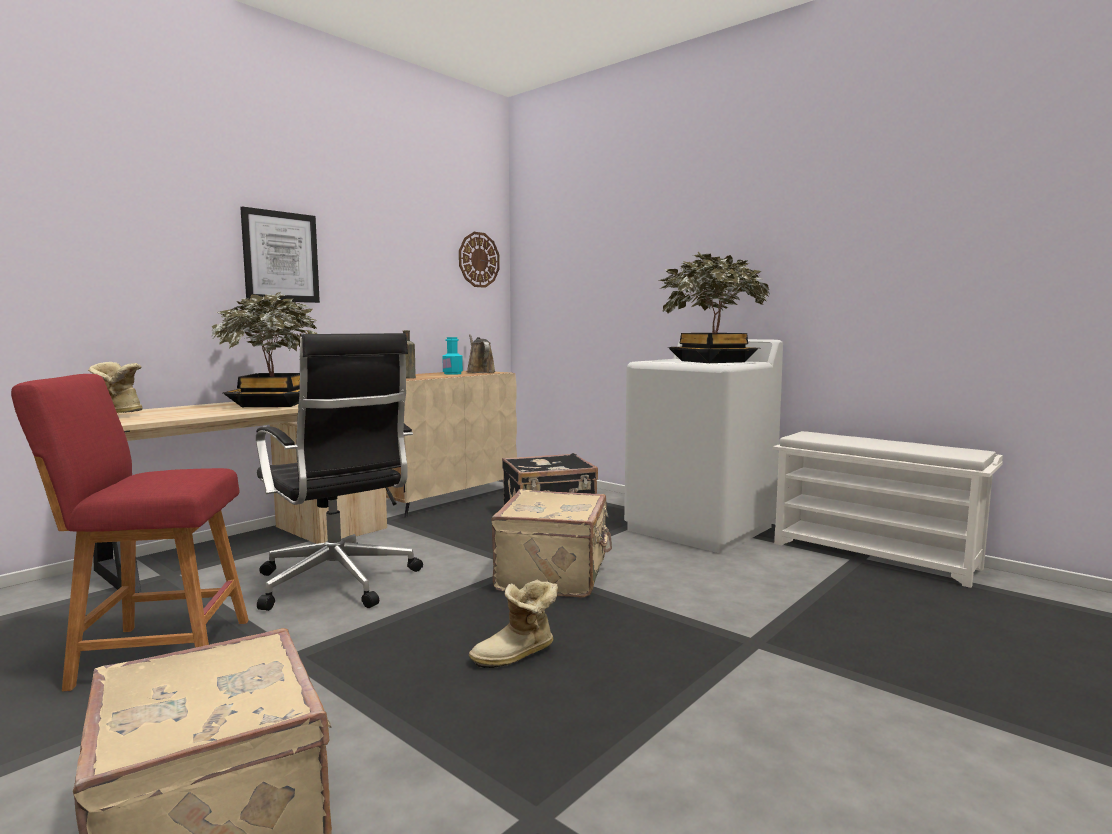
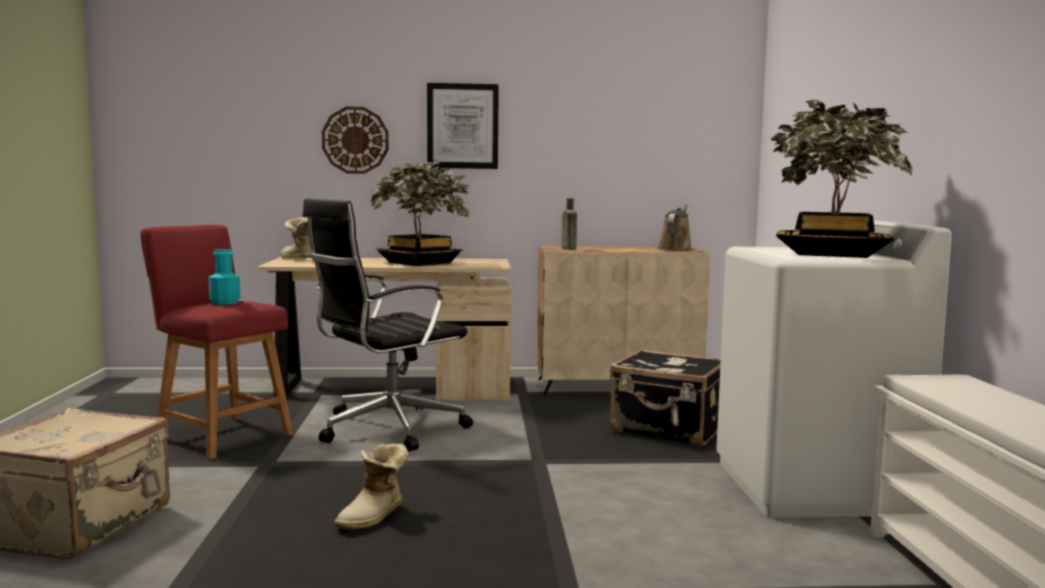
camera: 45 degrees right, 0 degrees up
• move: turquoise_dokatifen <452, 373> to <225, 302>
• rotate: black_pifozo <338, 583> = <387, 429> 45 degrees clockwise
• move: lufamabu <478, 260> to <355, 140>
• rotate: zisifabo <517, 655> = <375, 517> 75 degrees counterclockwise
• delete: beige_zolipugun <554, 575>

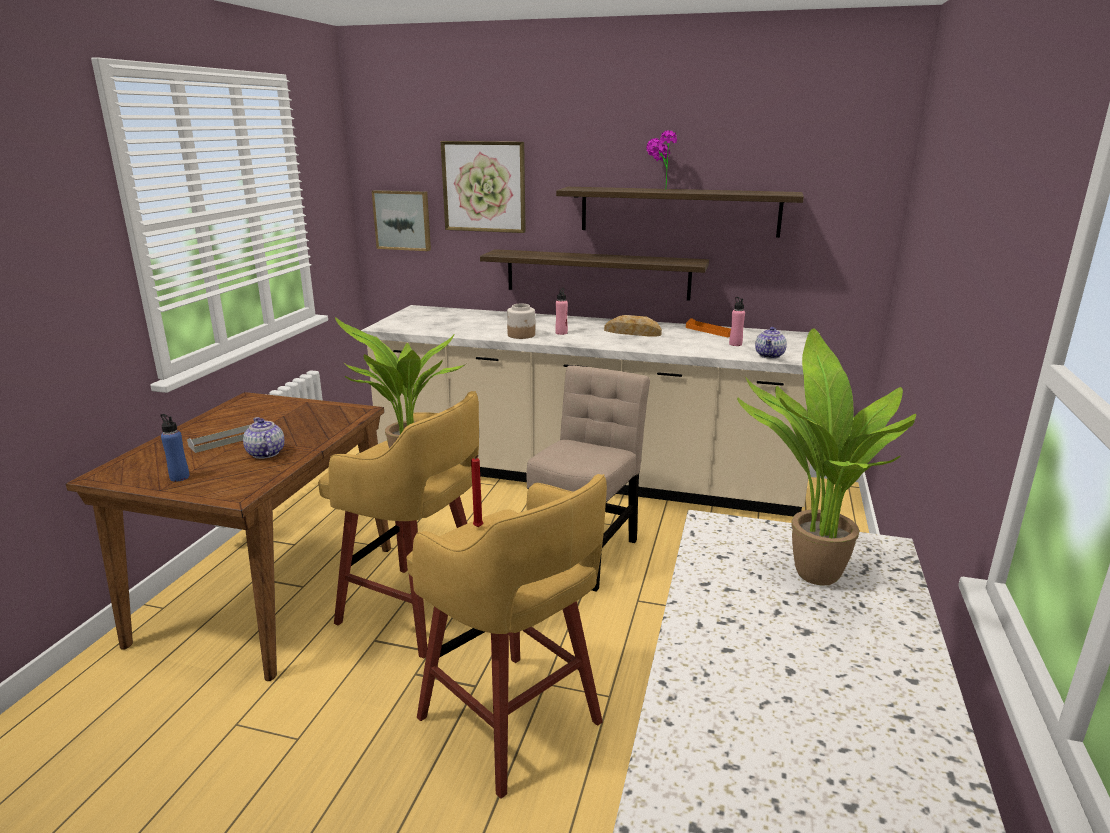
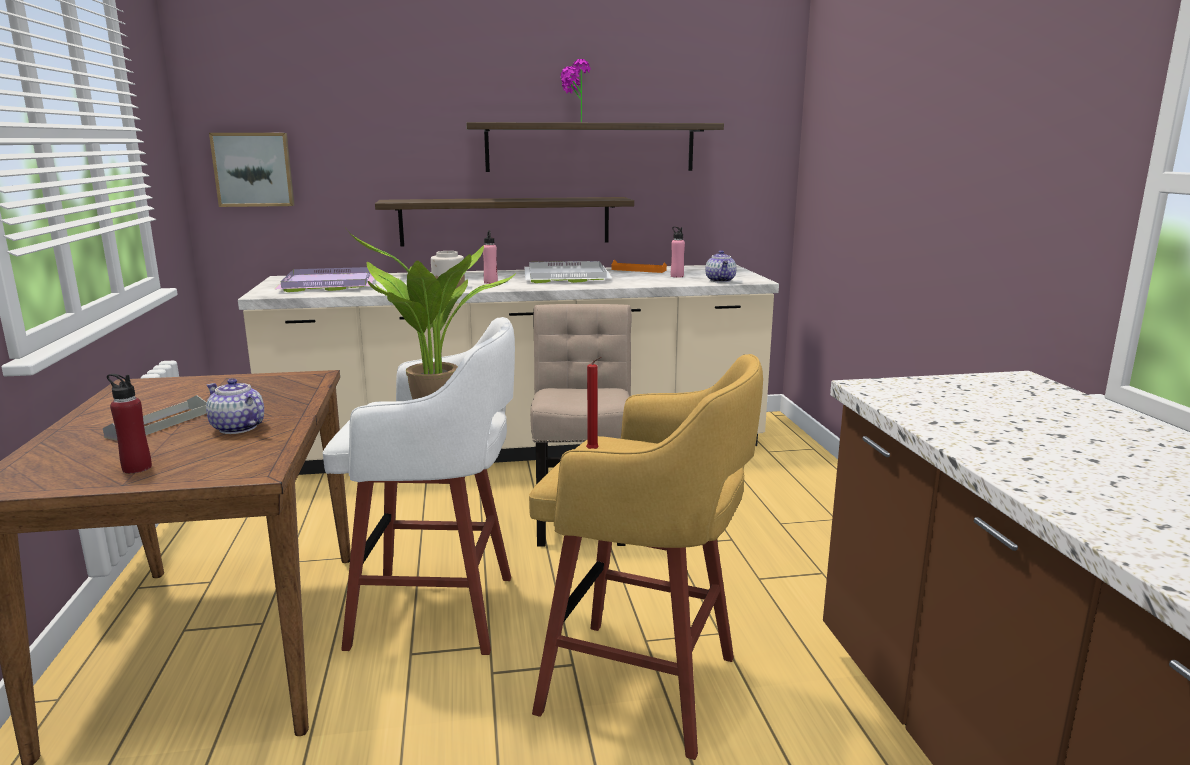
camera: 25 degrees left, 5 degrees down
• recolor: blue_dokatifen <179, 477> to red_dokatifen <137, 468>
• insert: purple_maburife <330, 283>
• recolor: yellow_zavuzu <416, 611> to white_zavuzu <439, 612>
• replace: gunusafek <632, 332> to white_maburife <565, 276>
• delete: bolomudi <484, 187>
• delete: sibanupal <808, 574>

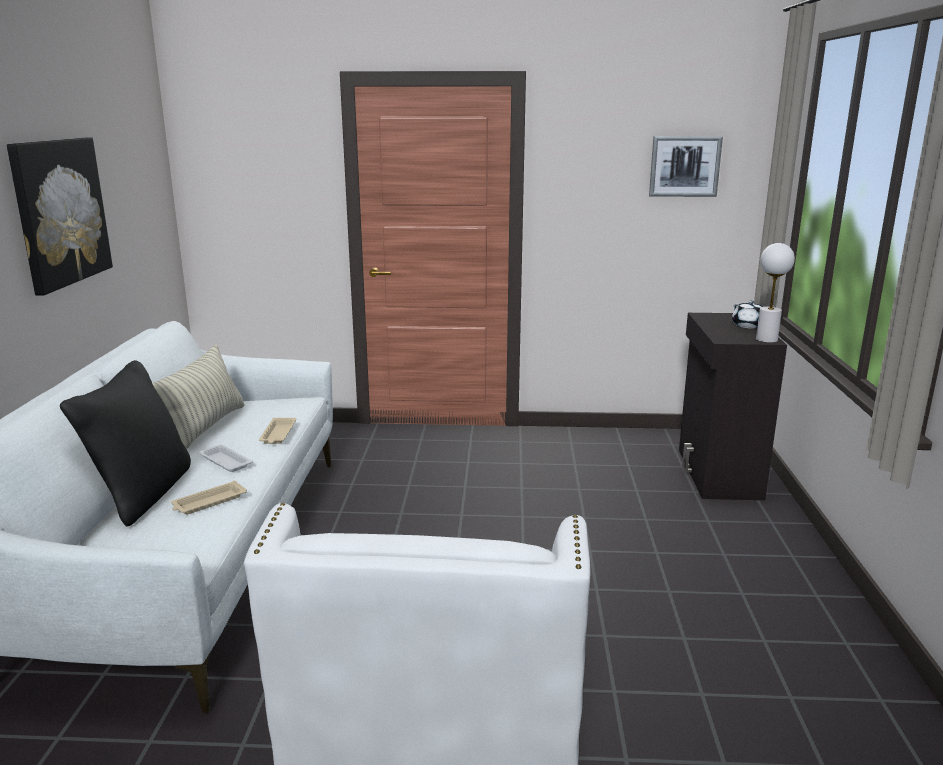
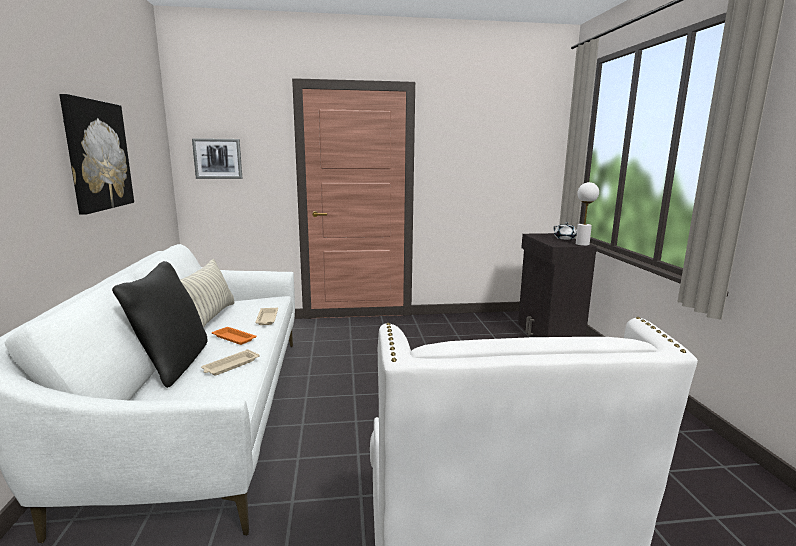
camera: 10 degrees left, 5 degrees down
• move: bolomudi <684, 166> to <218, 158>
• recolor: white_maburife <225, 461> to orange_maburife <233, 338>

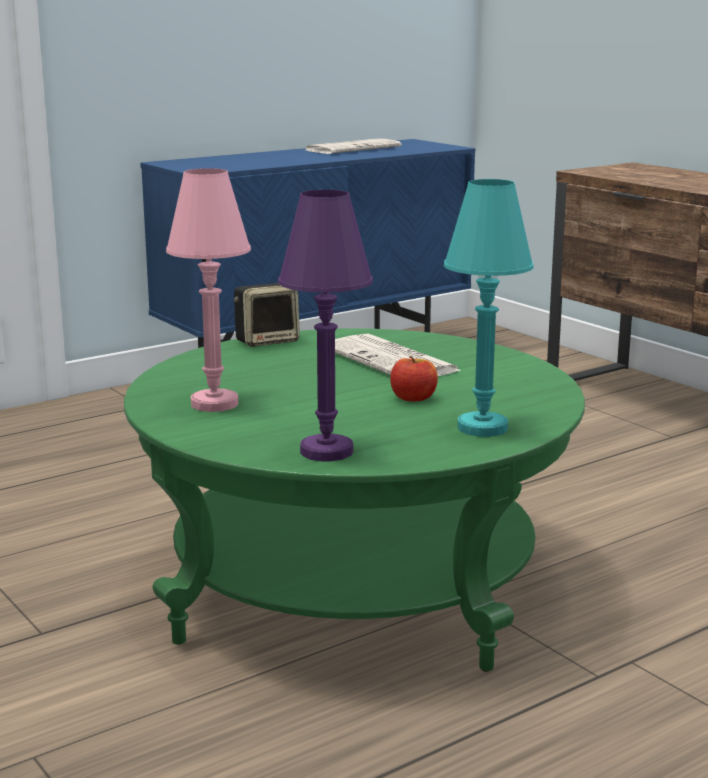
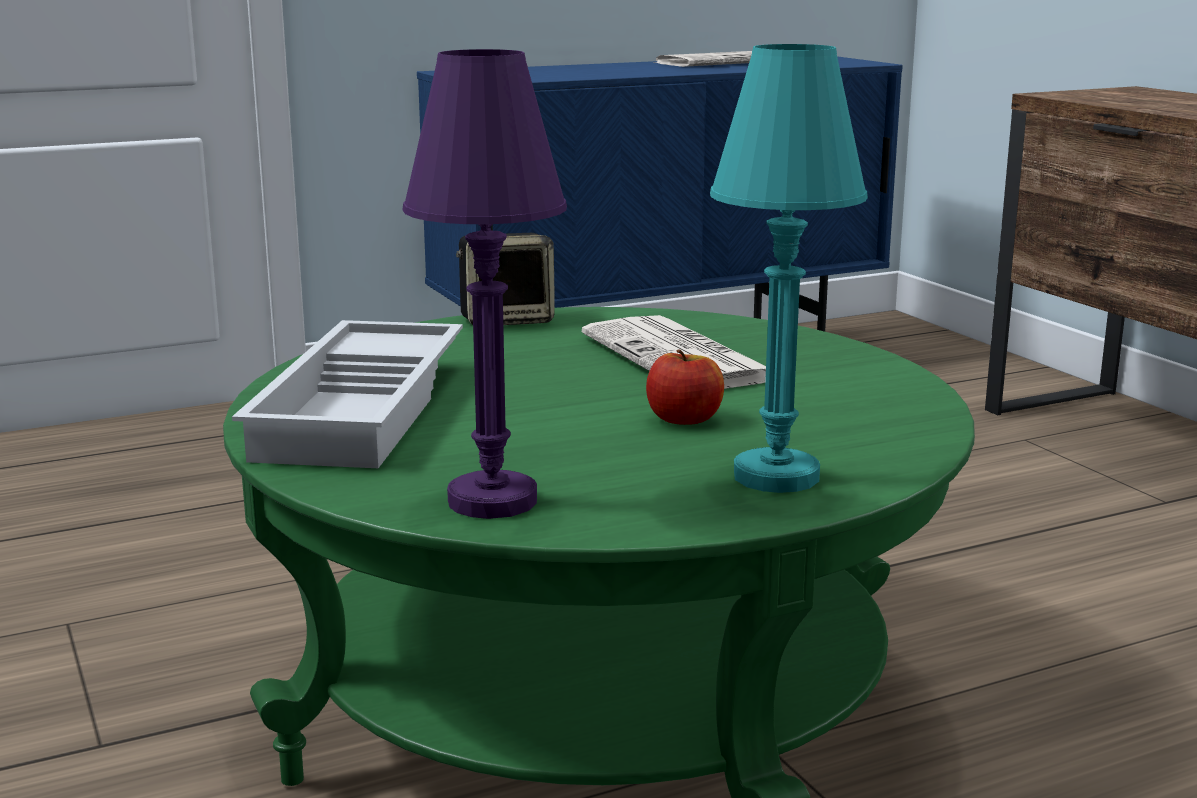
camera: 10 degrees right, 0 degrees up
• replace: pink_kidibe <214, 404> to white_maburife <365, 410>

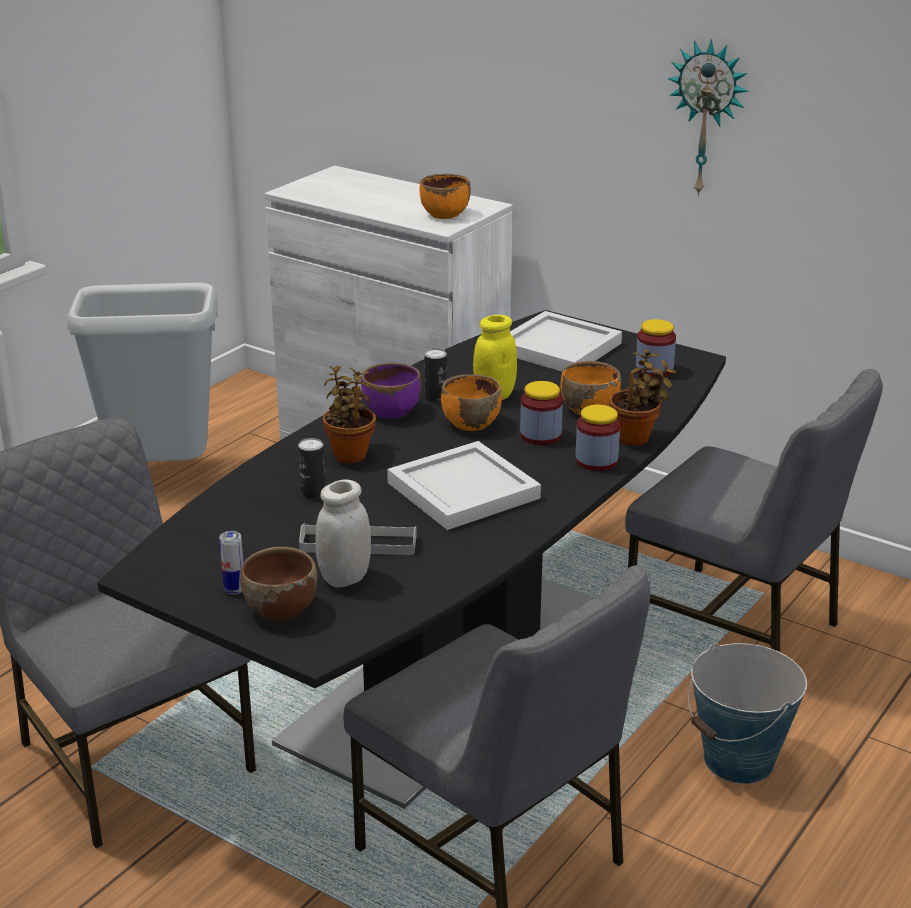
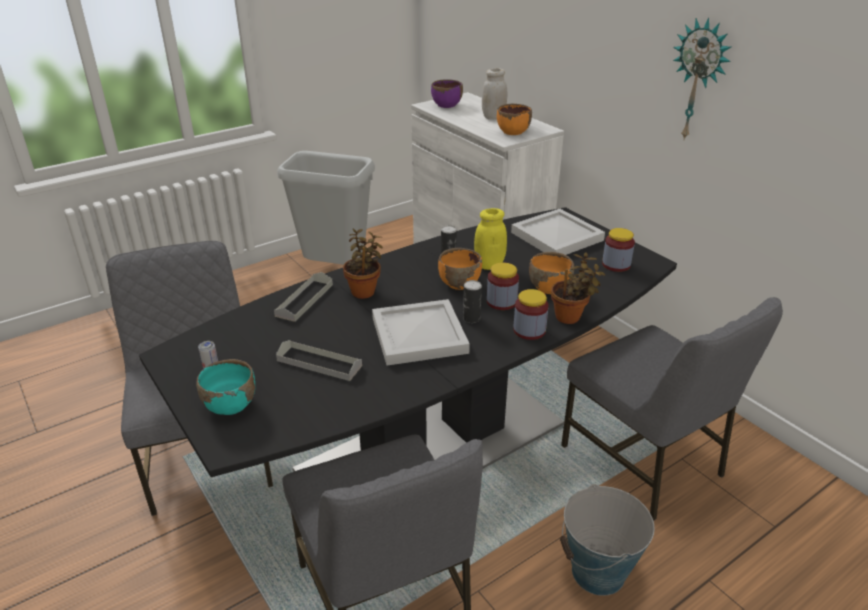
camera: 20 degrees right, 5 degrees up
• recolor: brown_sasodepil <280, 609> to turquoise_sasodepil <230, 404>
• insert: grey_maburife <304, 300>
• move: purple_sasodepil <391, 411> to <446, 105>
• move: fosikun <313, 493> to <471, 318>
• move: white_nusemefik <345, 578> to <493, 117>

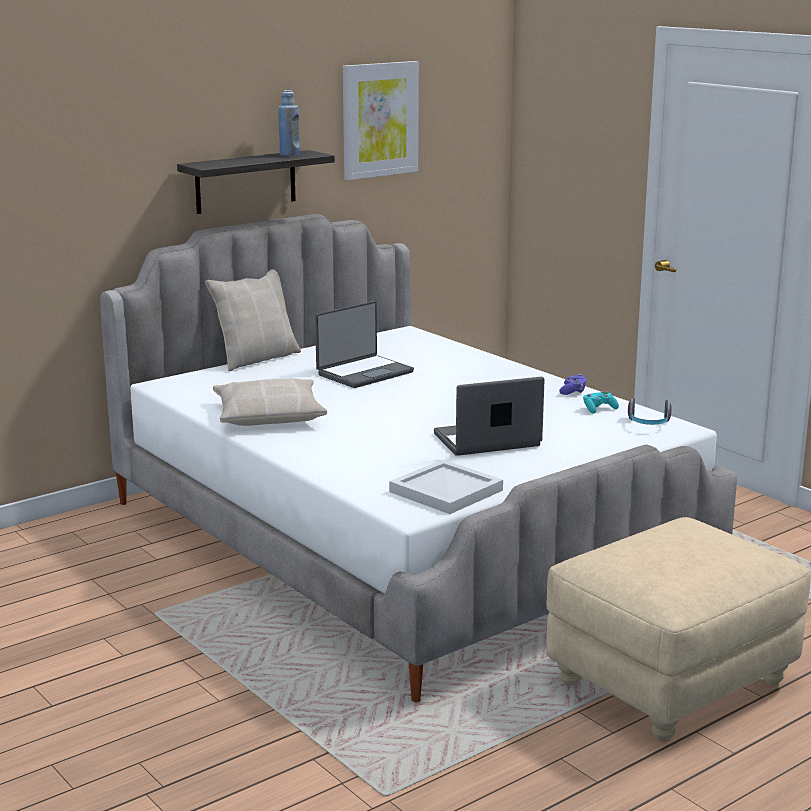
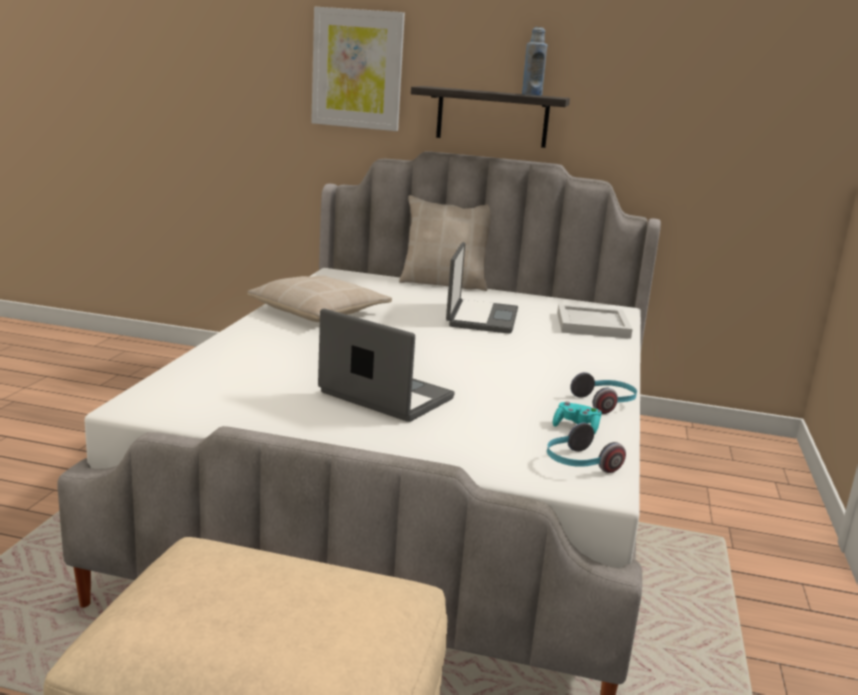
camera: 50 degrees right, 0 degrees up
• move: bolomudi <379, 119> to <357, 69>
• rotate: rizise <364, 373> = <480, 318> 90 degrees counterclockwise
• move: white_maburife <444, 491> to <591, 324>
• replace: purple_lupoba <573, 391> to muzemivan <605, 403>

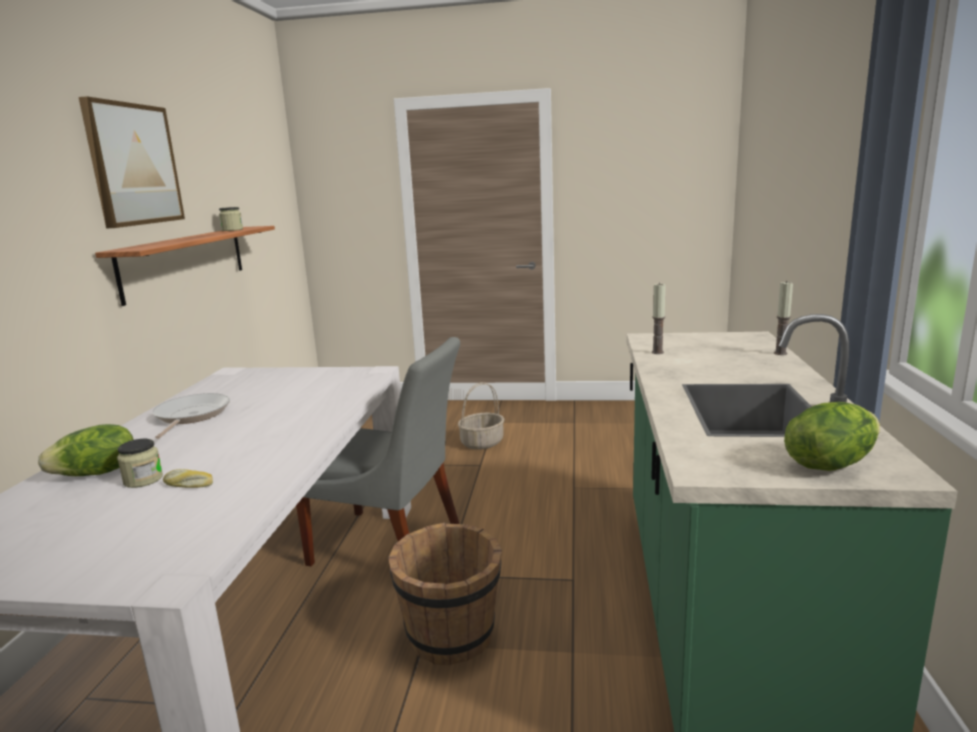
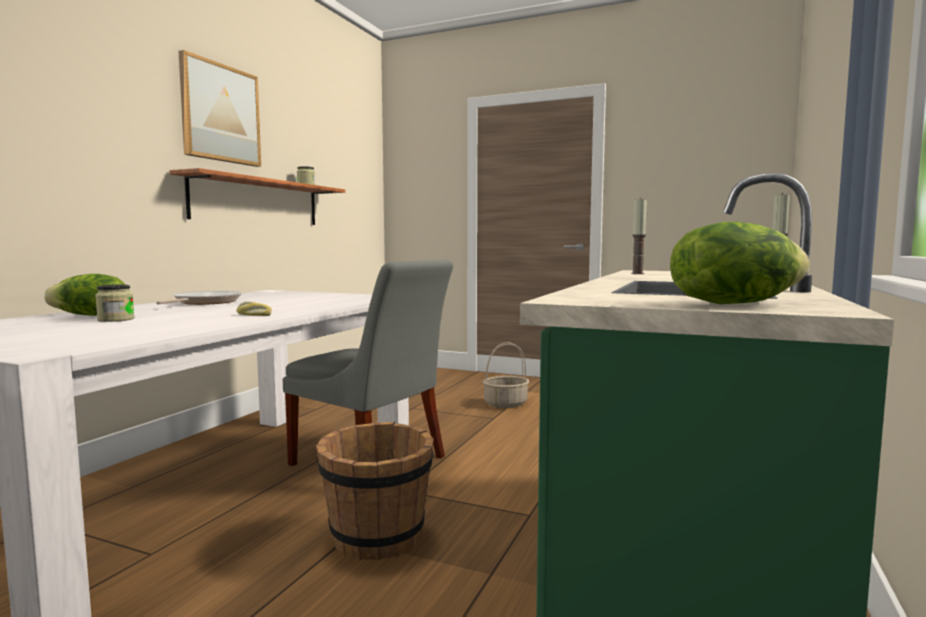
camera: 15 degrees right, 10 degrees down
• move: gunusafek <188, 485> to <253, 315>

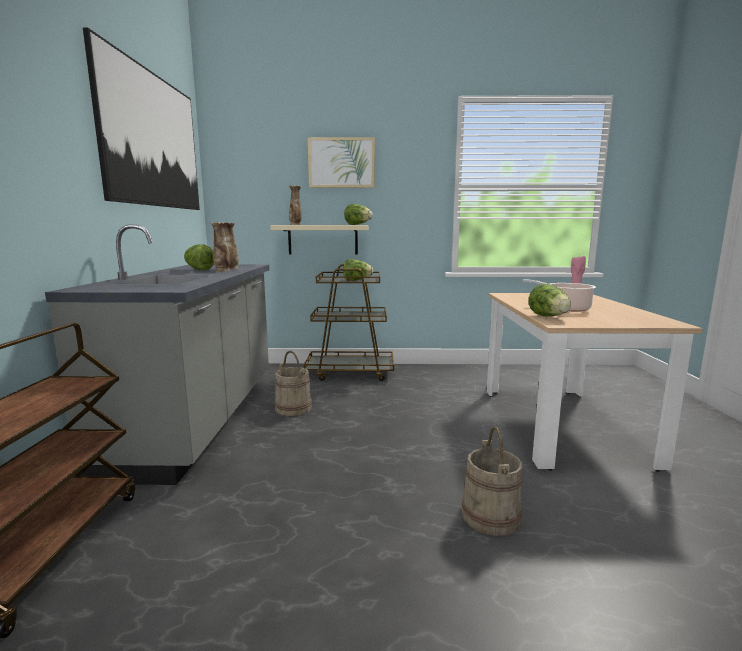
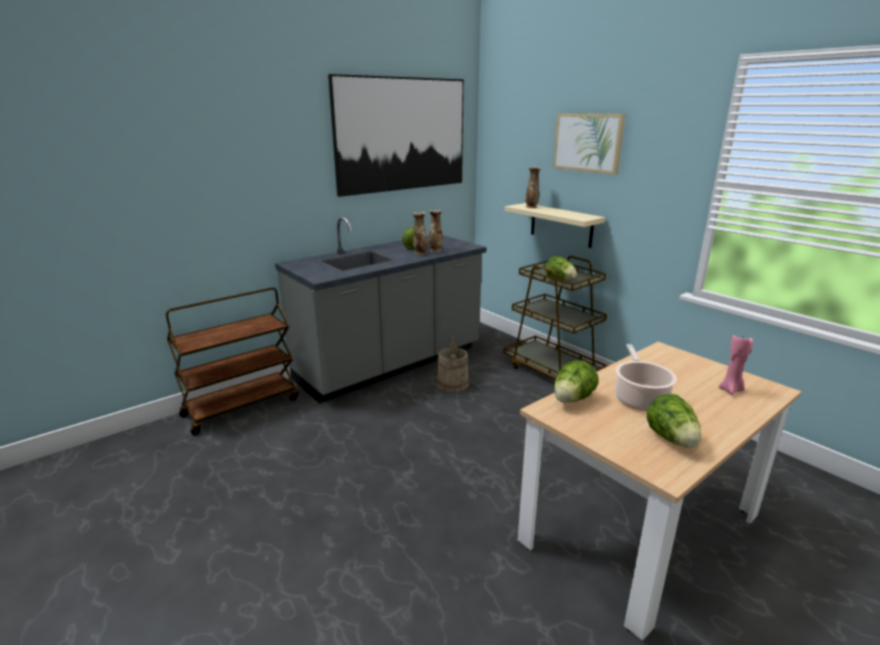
camera: 50 degrees right, 10 degrees up
• move: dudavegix <358, 224> to <672, 439>
• delete: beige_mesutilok <491, 516>

